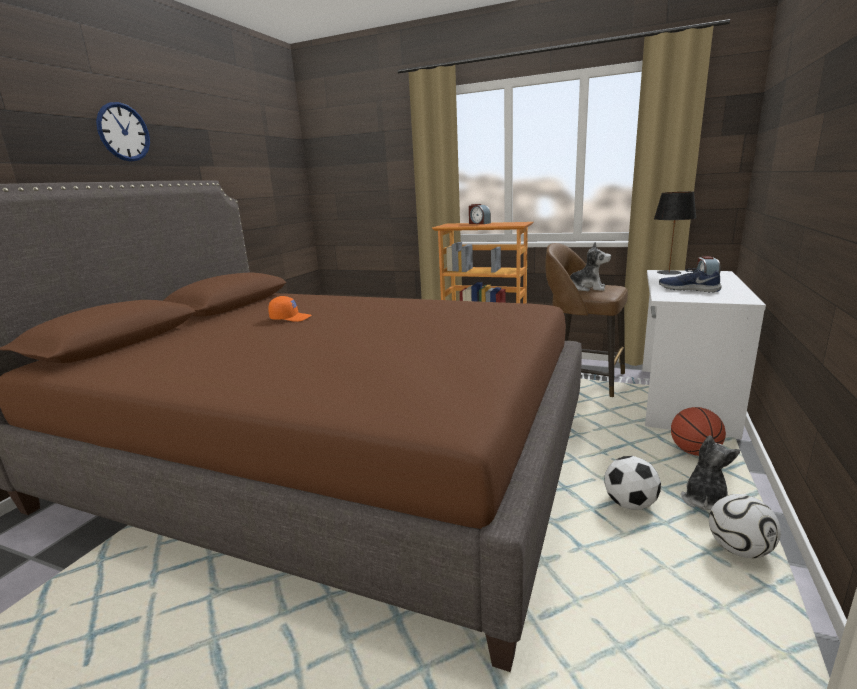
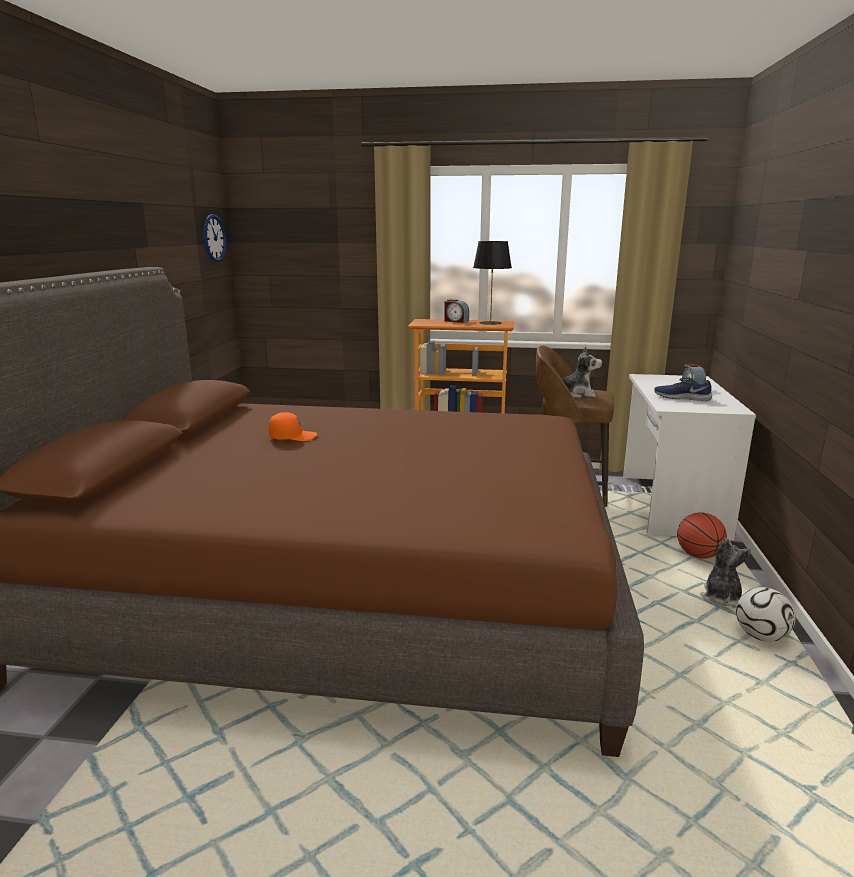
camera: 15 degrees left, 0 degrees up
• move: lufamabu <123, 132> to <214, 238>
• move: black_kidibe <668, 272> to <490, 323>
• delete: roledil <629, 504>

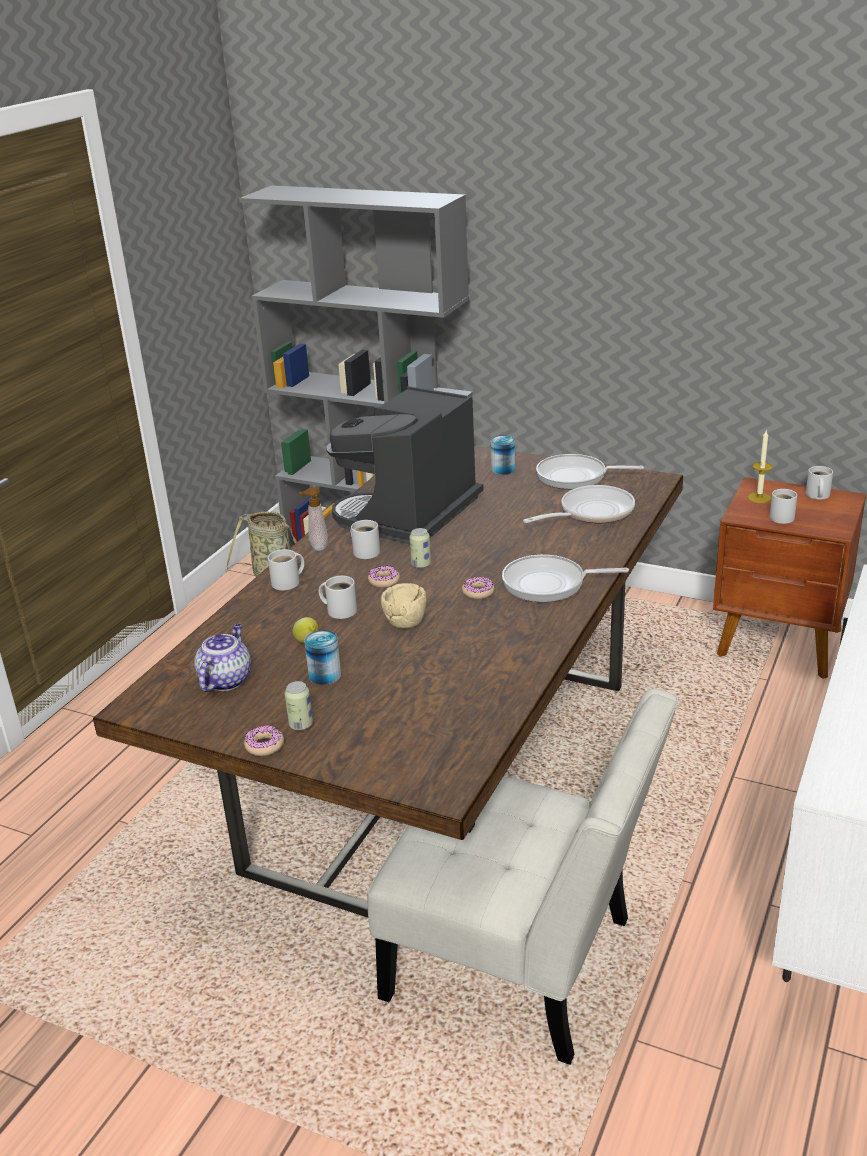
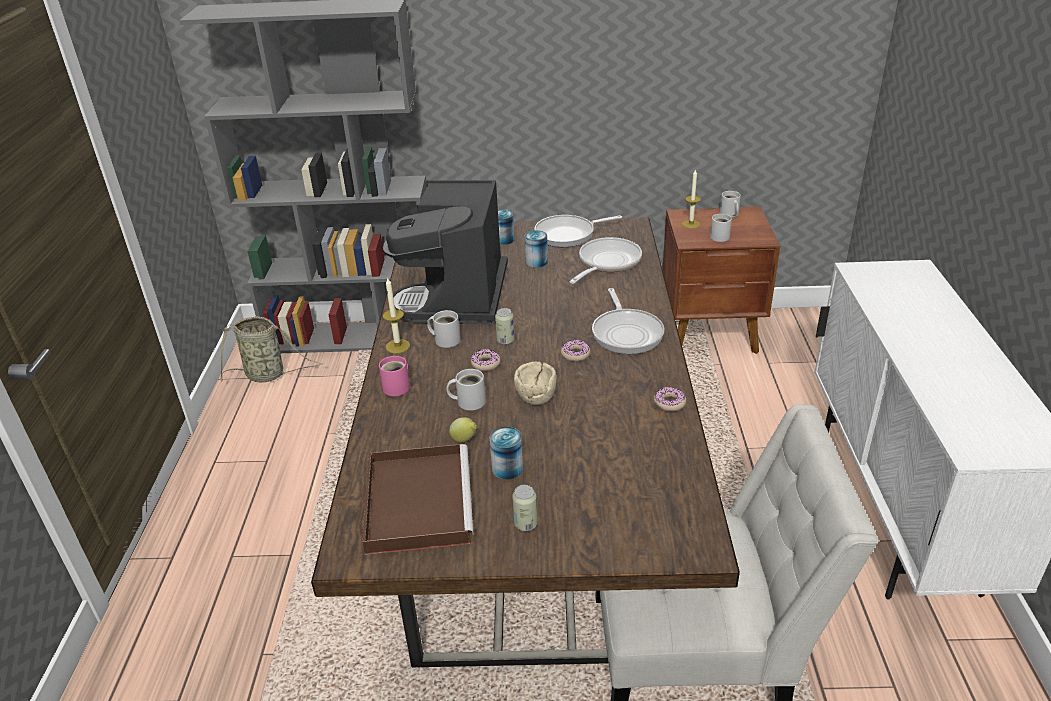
camera: 25 degrees left, 5 degrees up
• replace: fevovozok <225, 680> to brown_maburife <417, 500>
• recolor: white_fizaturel <288, 582> to pink_fizaturel <398, 386>
• replace: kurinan <317, 547> to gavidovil <397, 346>
• insert: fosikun <536, 262>
• rotate: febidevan <549, 584> = <626, 333> 75 degrees counterclockwise
• move: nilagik <264, 745> to <669, 403>

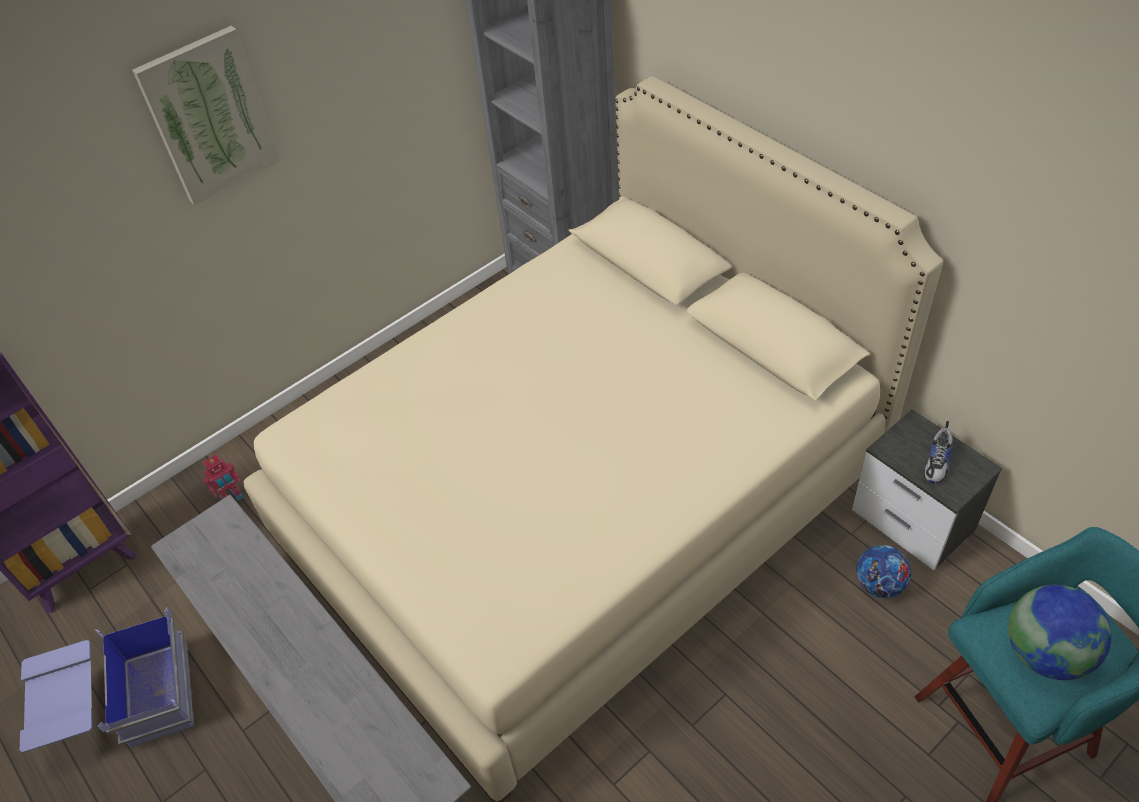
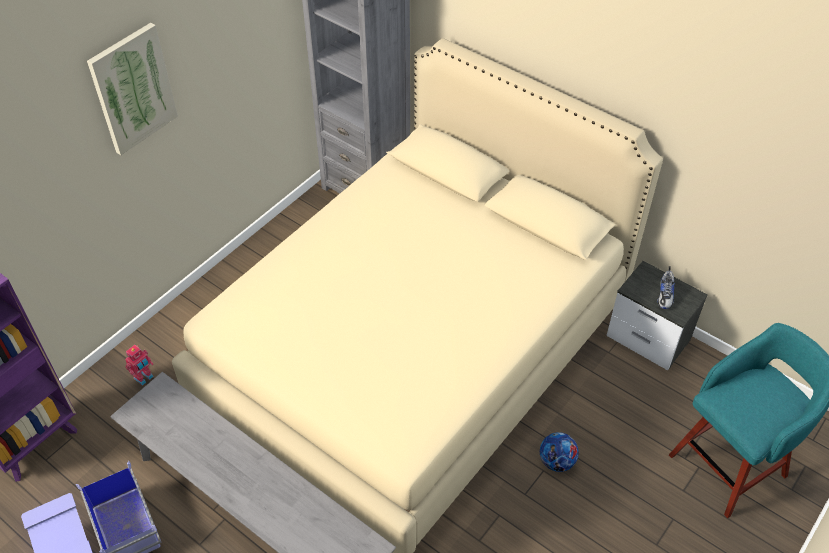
camera: 15 degrees left, 0 degrees up
• move: roledil <879, 584> to <556, 461>
• delete: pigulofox <1045, 653>

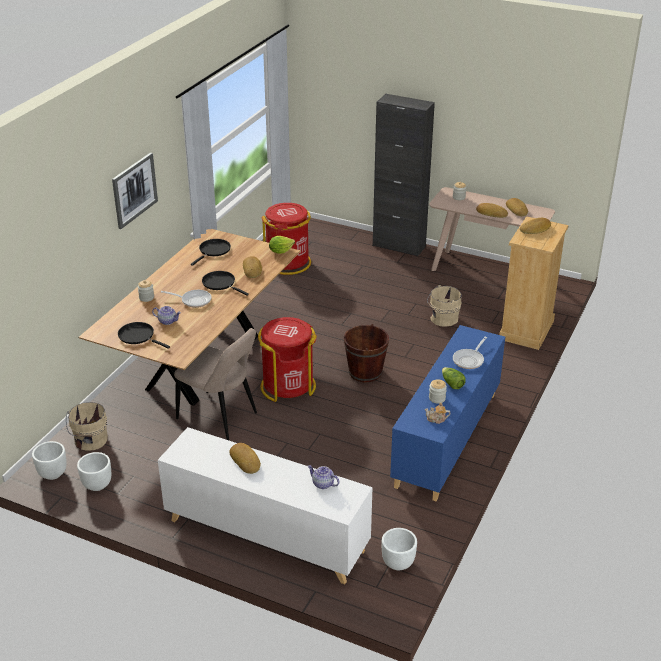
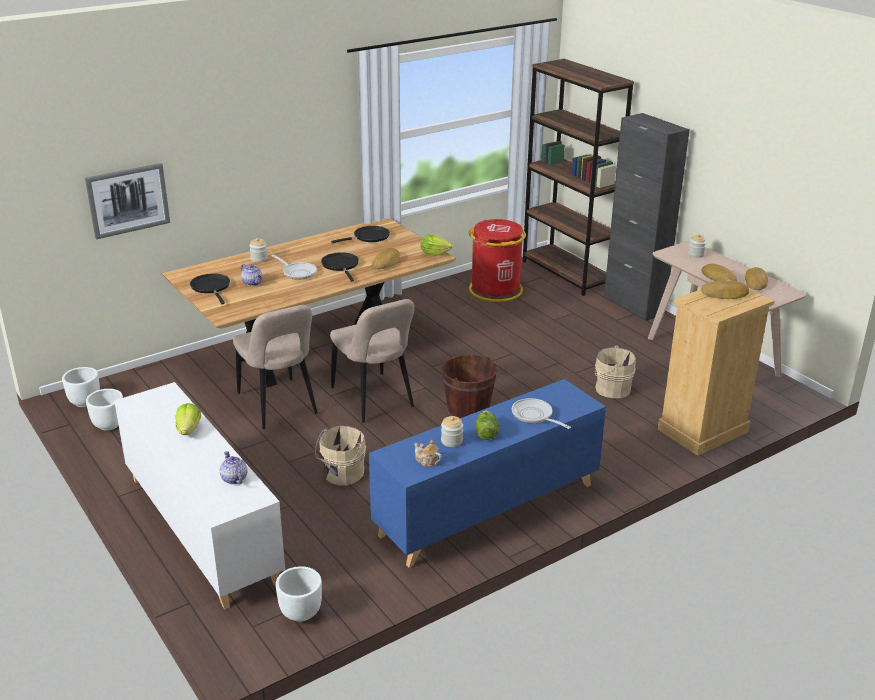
camera: 30 degrees right, 5 degrees down
• move: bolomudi <134, 190> to <128, 200>
• replace: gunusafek <246, 460> to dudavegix <189, 430>
• move: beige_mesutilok <90, 441> to <342, 474>
• replace: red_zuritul <288, 386> to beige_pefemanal <374, 400>
• rotate: febidevan <469, 360> = <534, 416> 75 degrees clockwise
• insert: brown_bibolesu <566, 273>

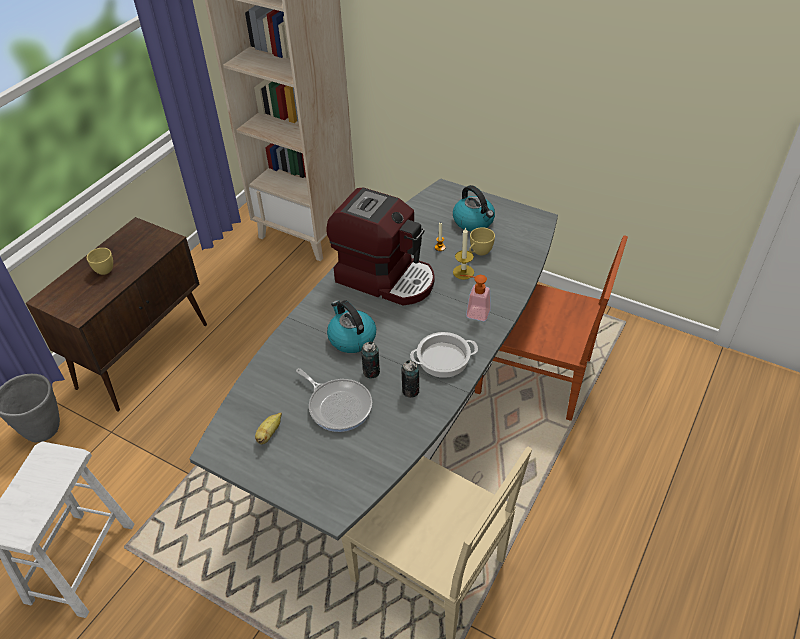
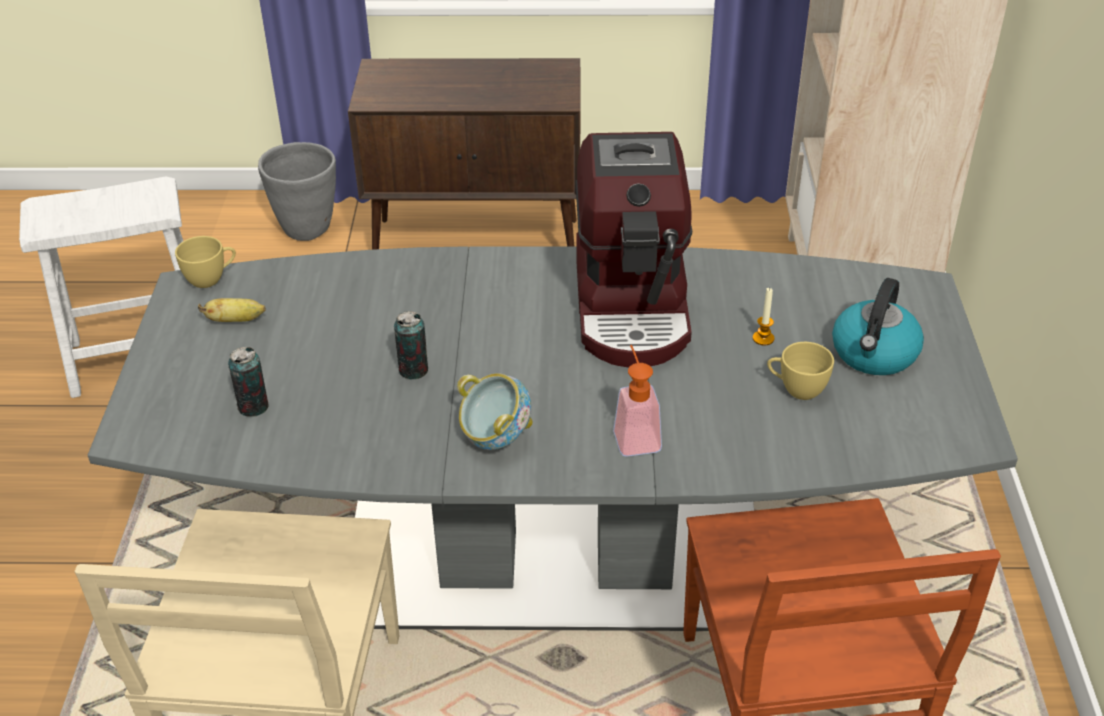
camera: 60 degrees right, 5 degrees down
• move: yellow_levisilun <105, 268> to <211, 279>
• move: fosikun <410, 391> to <253, 407>
• replace: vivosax <443, 359> to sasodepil <495, 438>
• delete: febidevan <338, 406>
• delete: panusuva <351, 338>
• delete: gavidovil <463, 272>

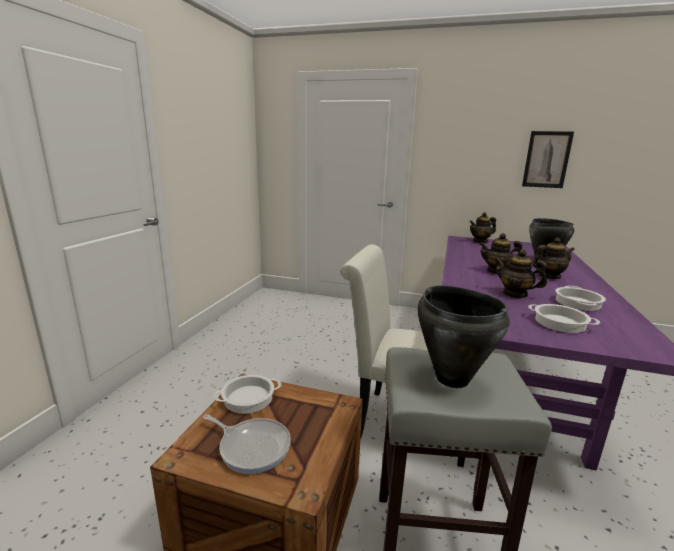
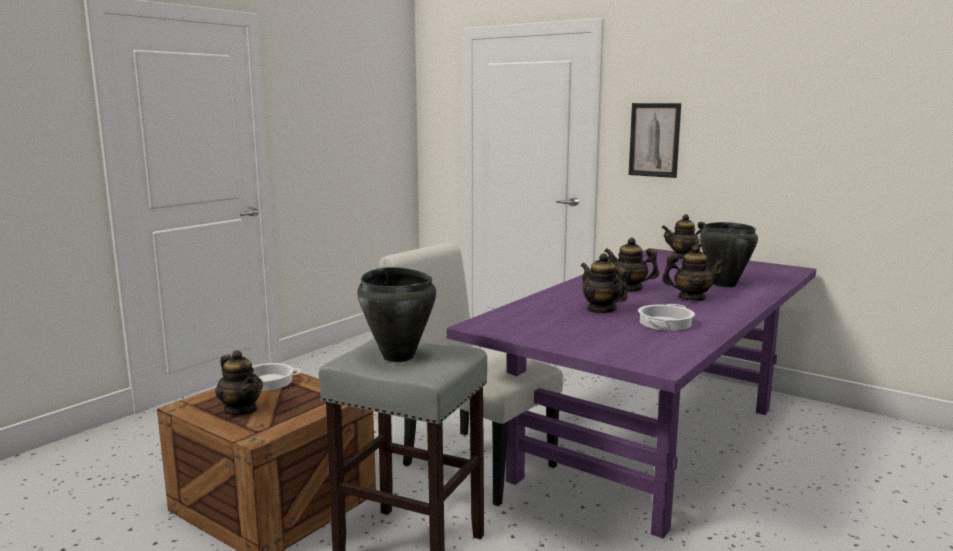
camera: 20 degrees right, 5 degrees down
• replace: febidevan <252, 447> to fevovozok <241, 410>
• move: bolomudi <546, 159> to <654, 140>
• delete: vivosax <559, 323>

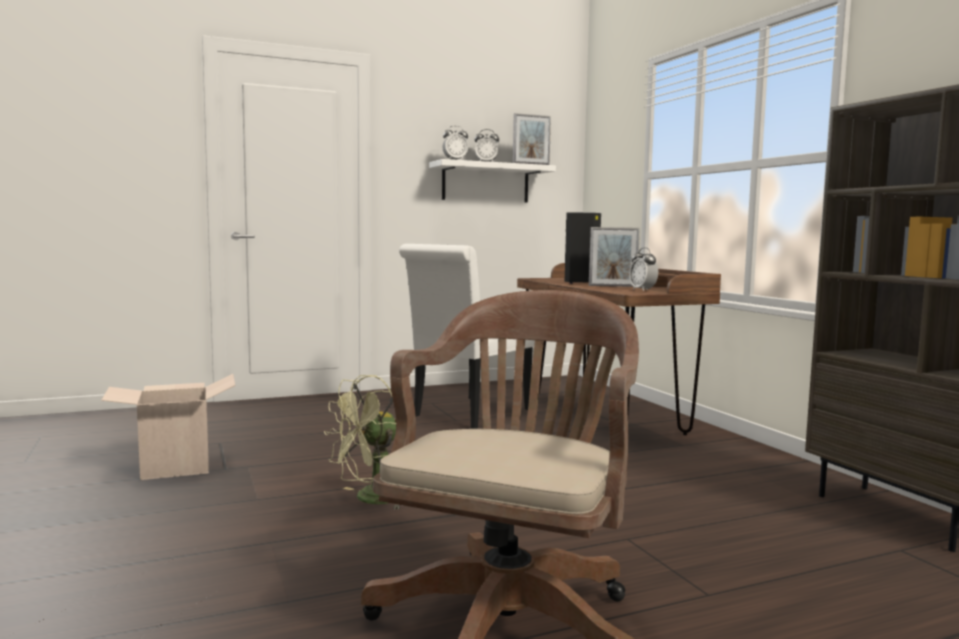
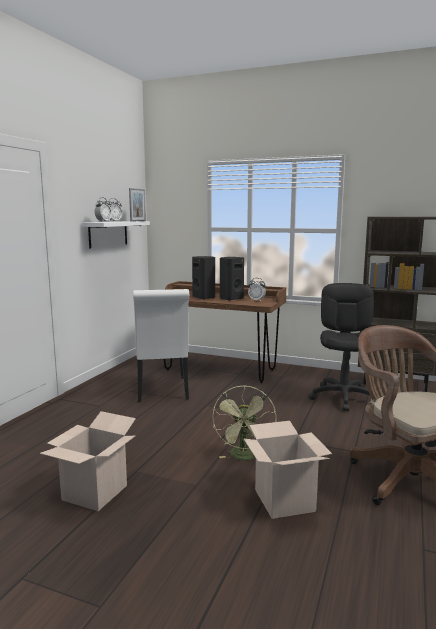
camera: 45 degrees left, 5 degrees up
• replace: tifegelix <612, 286> to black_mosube <231, 299>
• insert: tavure <284, 500>
• insert: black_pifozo <343, 397>

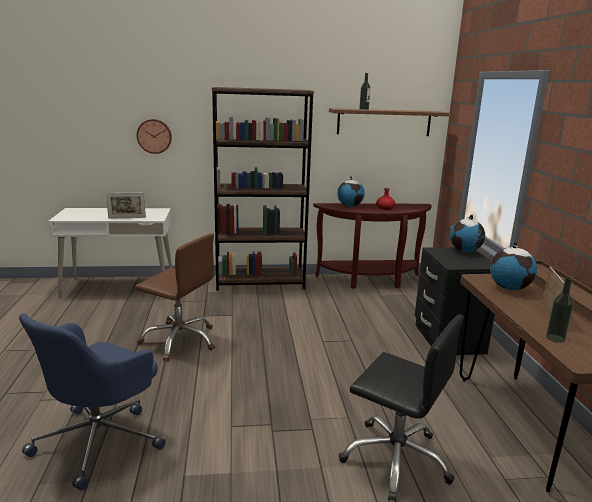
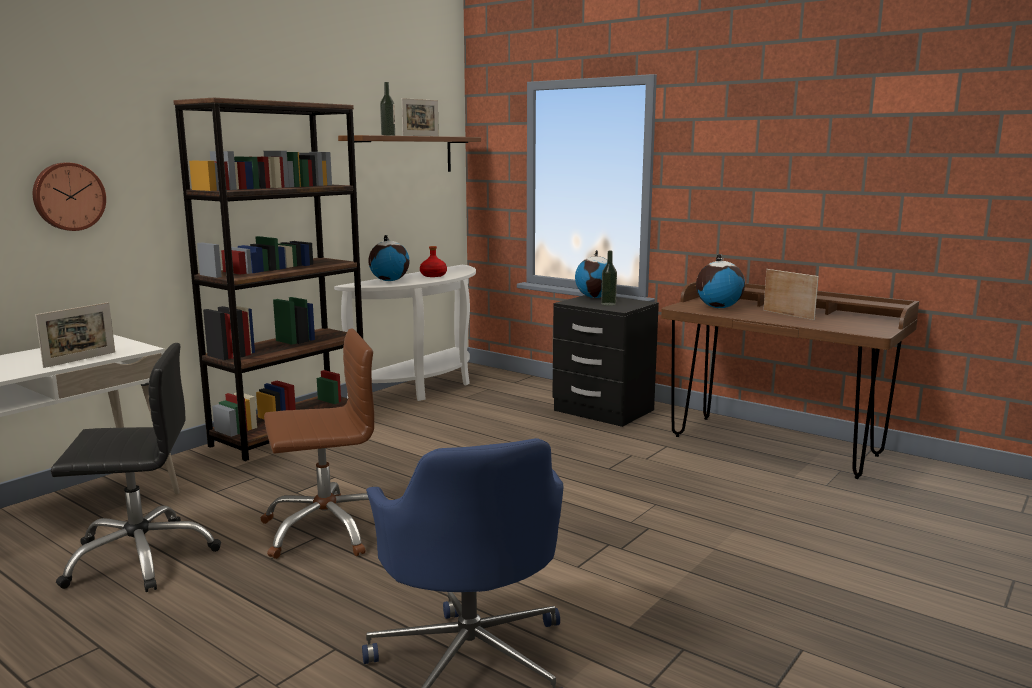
camera: 45 degrees left, 5 degrees down
• move: black_pifozo <396, 459> to <141, 557>
• recolor: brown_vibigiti <370, 280> to white_vibigiti <424, 387>
• insert: tifegelix <421, 135>
• move: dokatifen <555, 338> to <608, 304>

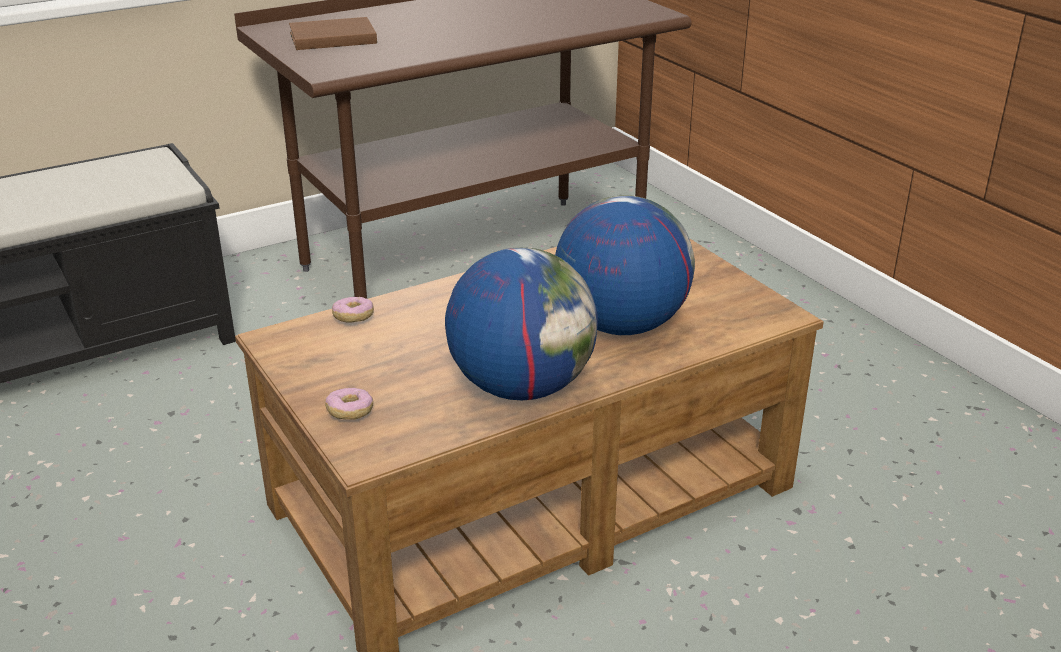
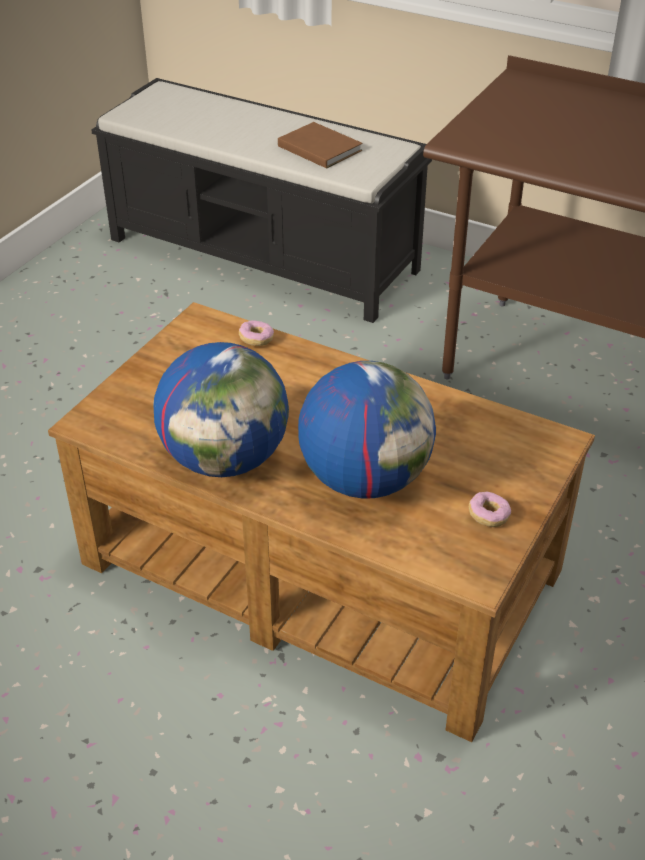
camera: 60 degrees right, 10 degrees up
• move: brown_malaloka <330, 38> to <319, 147>
• move: nilagik <350, 412> to <488, 516>

